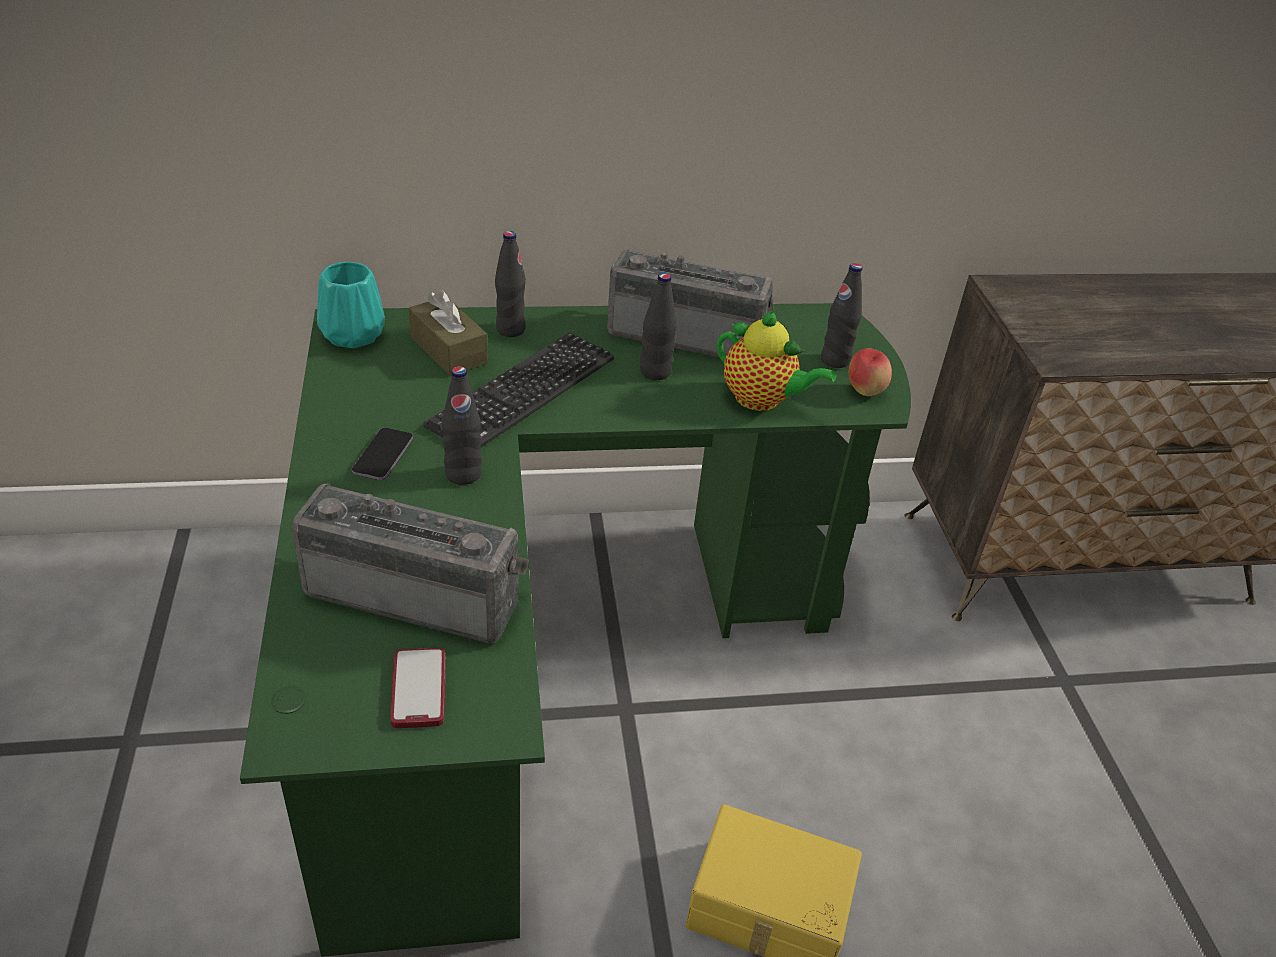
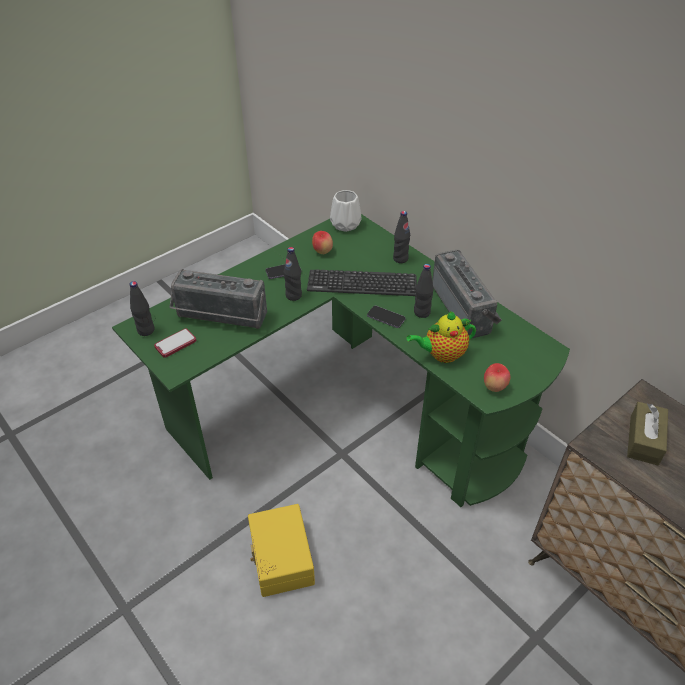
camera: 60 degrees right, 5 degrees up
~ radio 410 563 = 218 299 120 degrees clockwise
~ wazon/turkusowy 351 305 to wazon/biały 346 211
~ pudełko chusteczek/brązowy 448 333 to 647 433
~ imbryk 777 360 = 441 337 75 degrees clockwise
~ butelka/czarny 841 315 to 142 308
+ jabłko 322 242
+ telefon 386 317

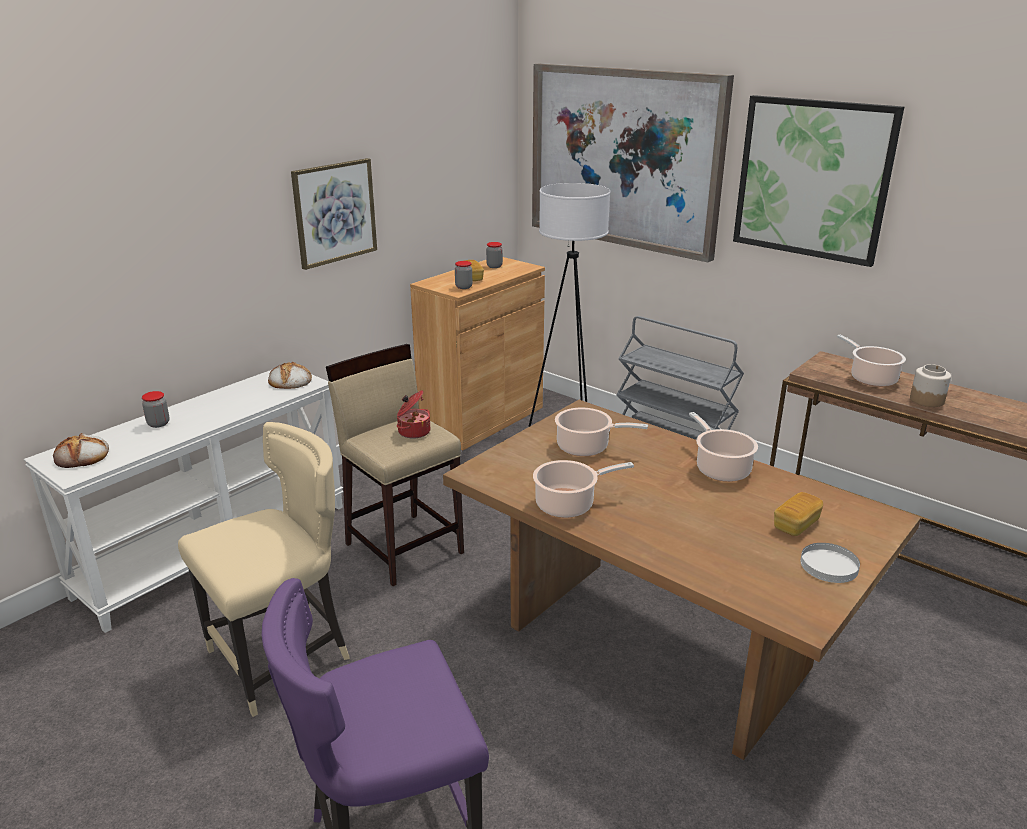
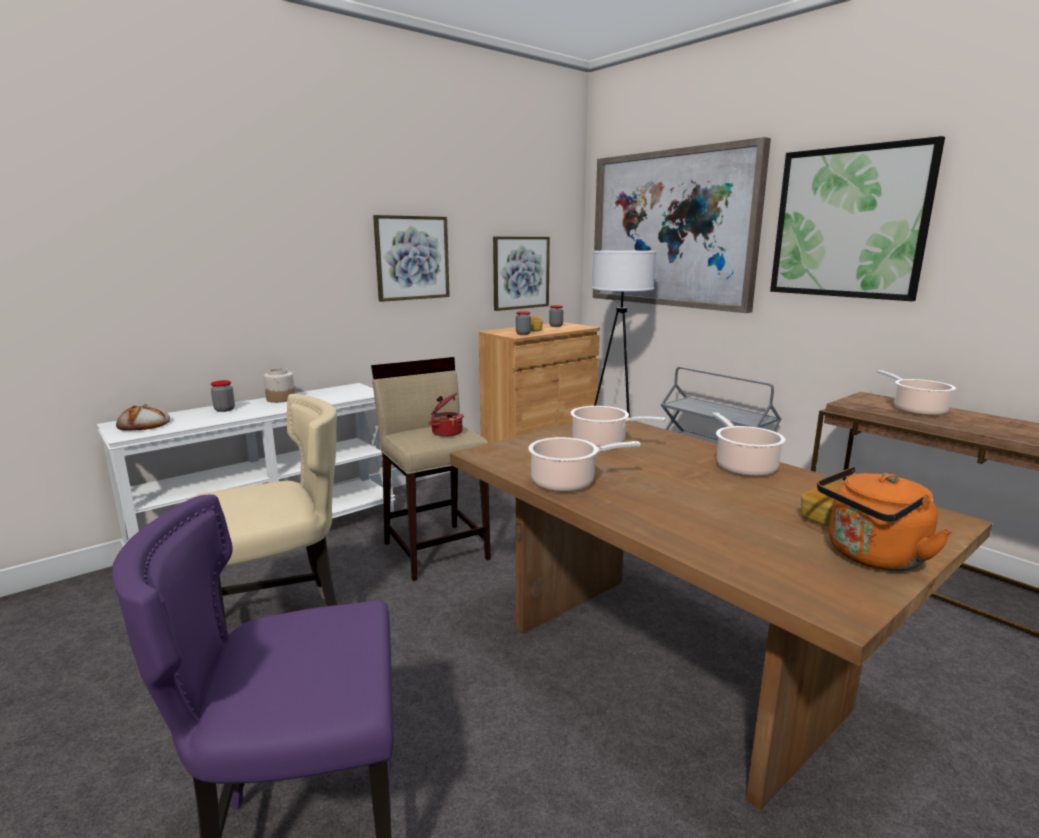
camera: 10 degrees right, 10 degrees down
- chleb 290 375
~ talerz/biały 830 563 to czajnik/pomarańczowy 884 518
~ słoik 930 385 to 279 385
+ obraz 521 273

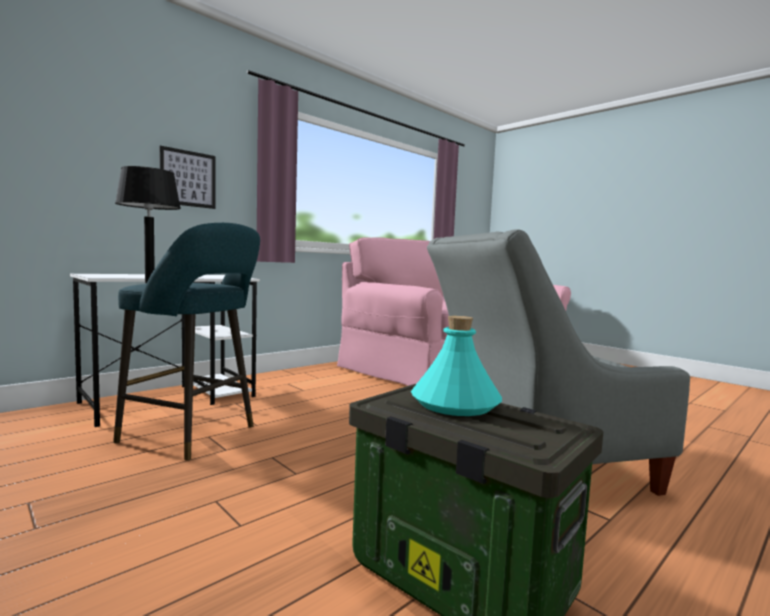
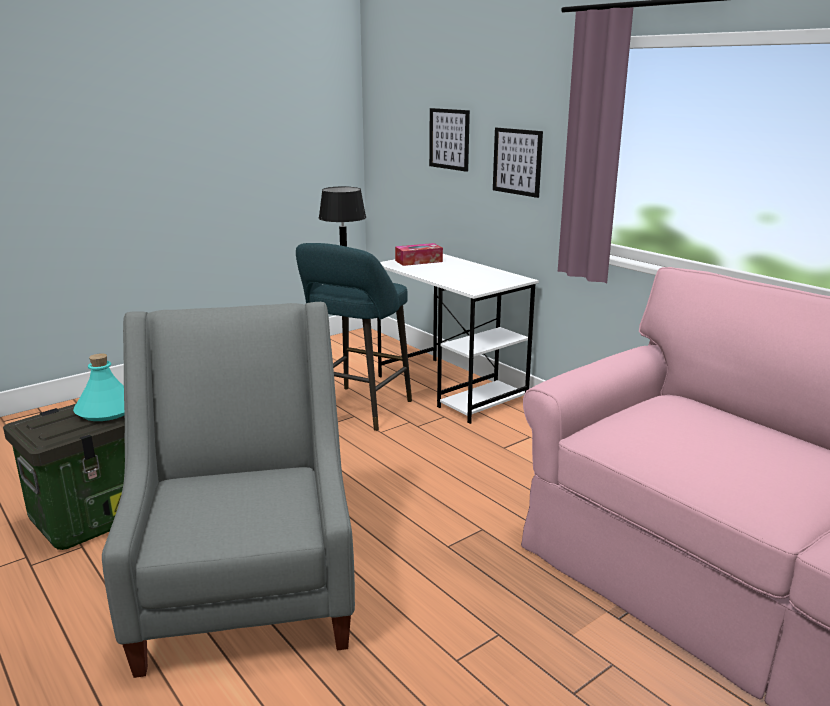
camera: 95 degrees right, 15 degrees up
+ pudełko chusteczek 419 254
+ obraz 449 140

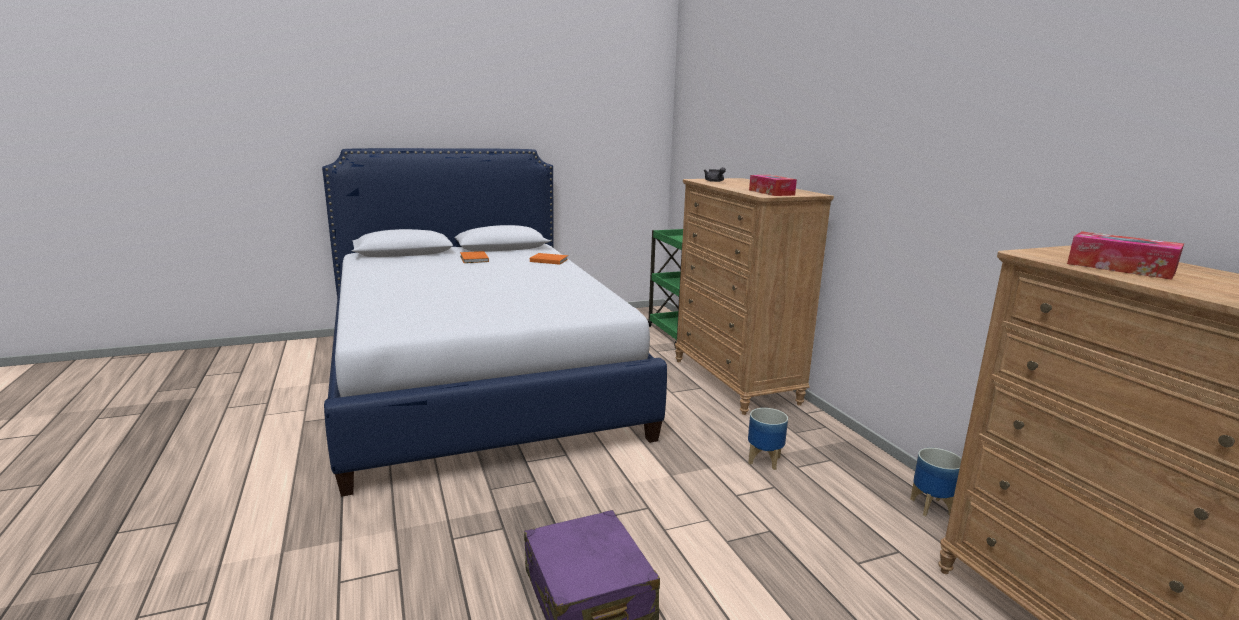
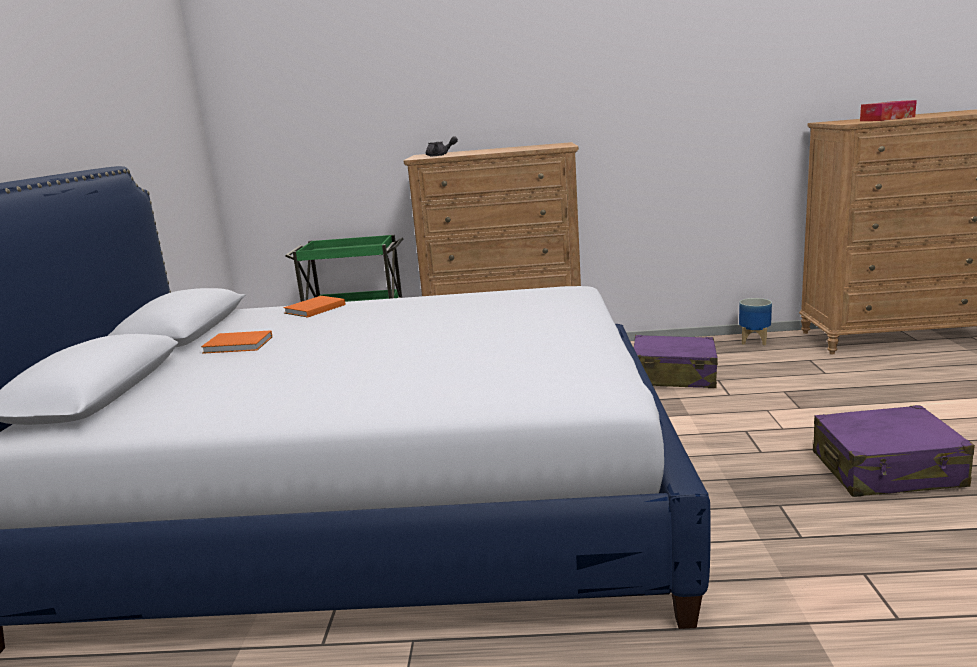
camera: 65 degrees left, 0 degrees up
~ donica 768 439 to walizka/fioletowy 676 361
- pudełko chusteczek 773 185

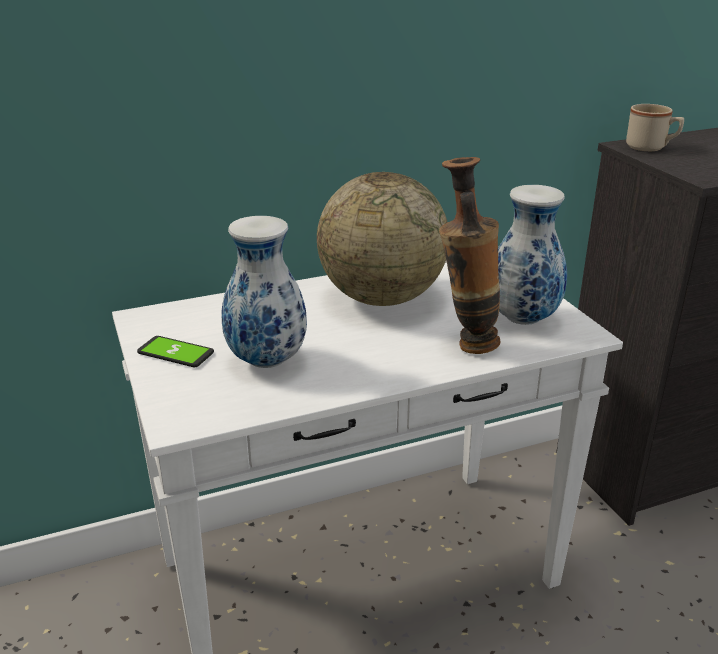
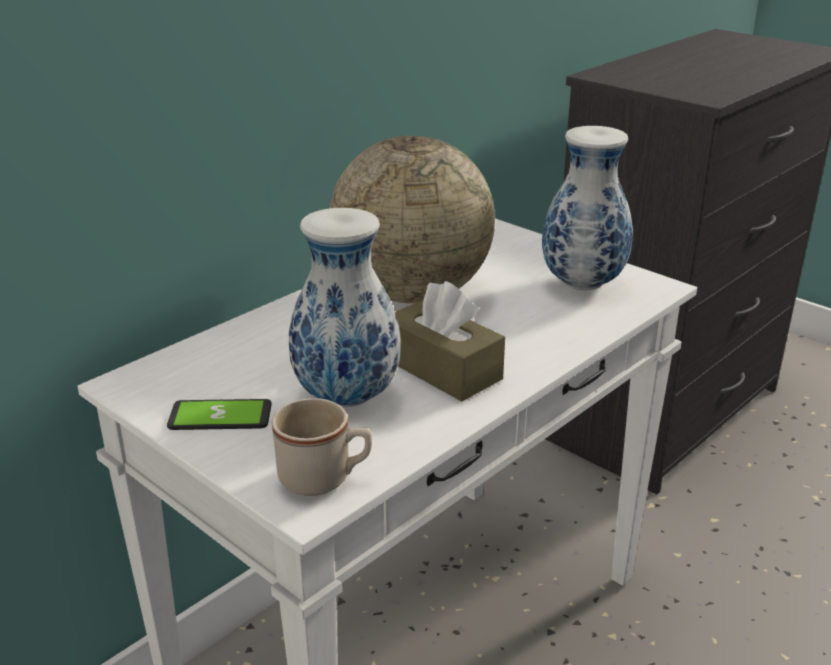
camera: 25 degrees left, 0 degrees up
- wazon 469 255
~ kubek/beżowy 655 127 to 322 447
+ pudełko chusteczek/brązowy 450 341

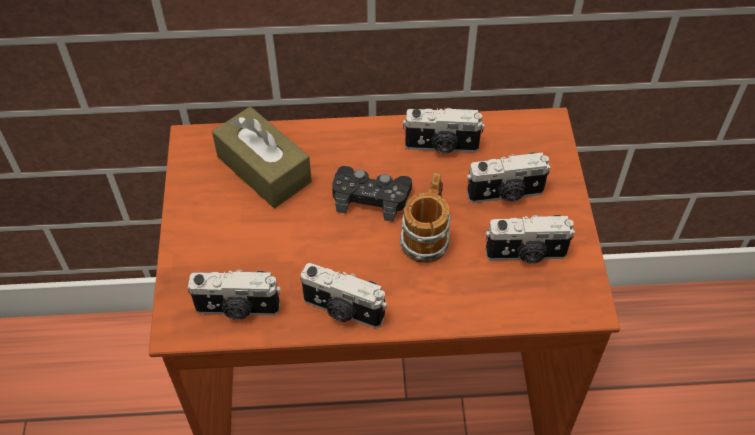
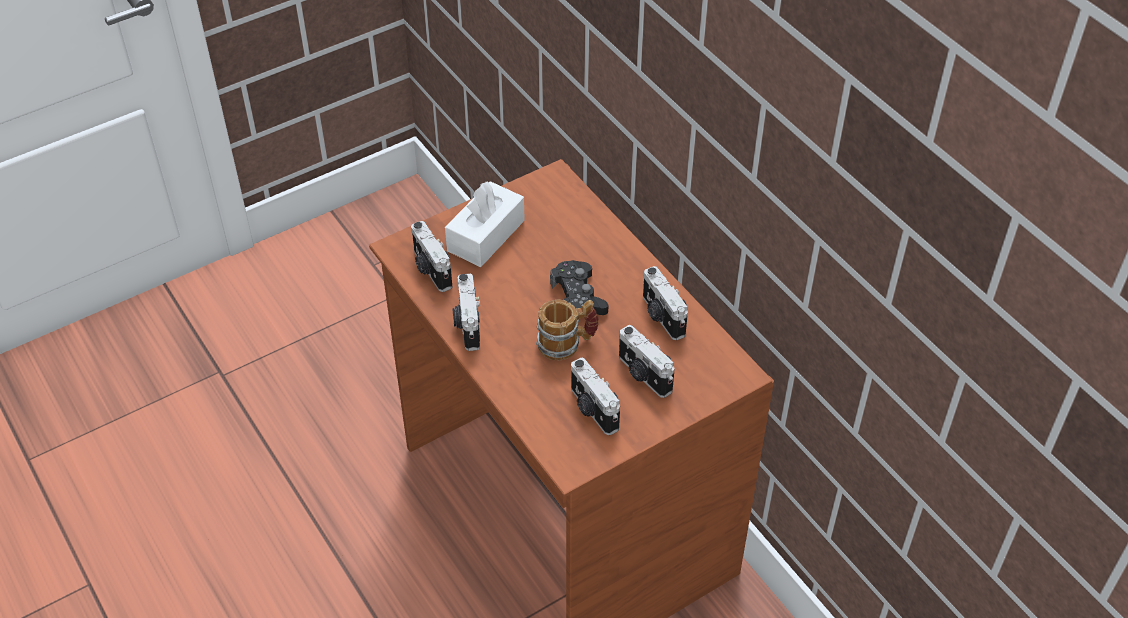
camera: 60 degrees right, 5 degrees down
- pudełko chusteczek/brązowy 262 157
+ pudełko chusteczek/biały 485 224

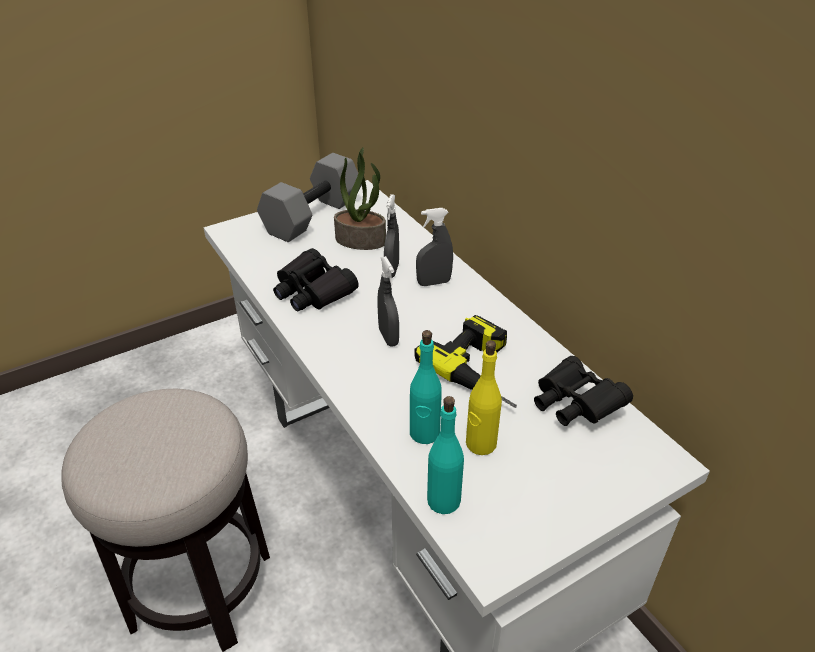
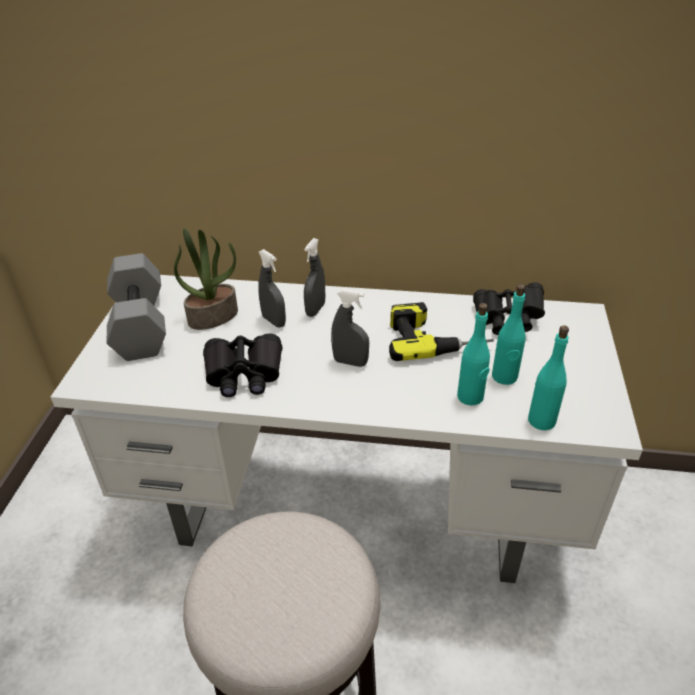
camera: 50 degrees left, 0 degrees up
~ butelka/żółty 484 397 to butelka/turkusowy 509 334

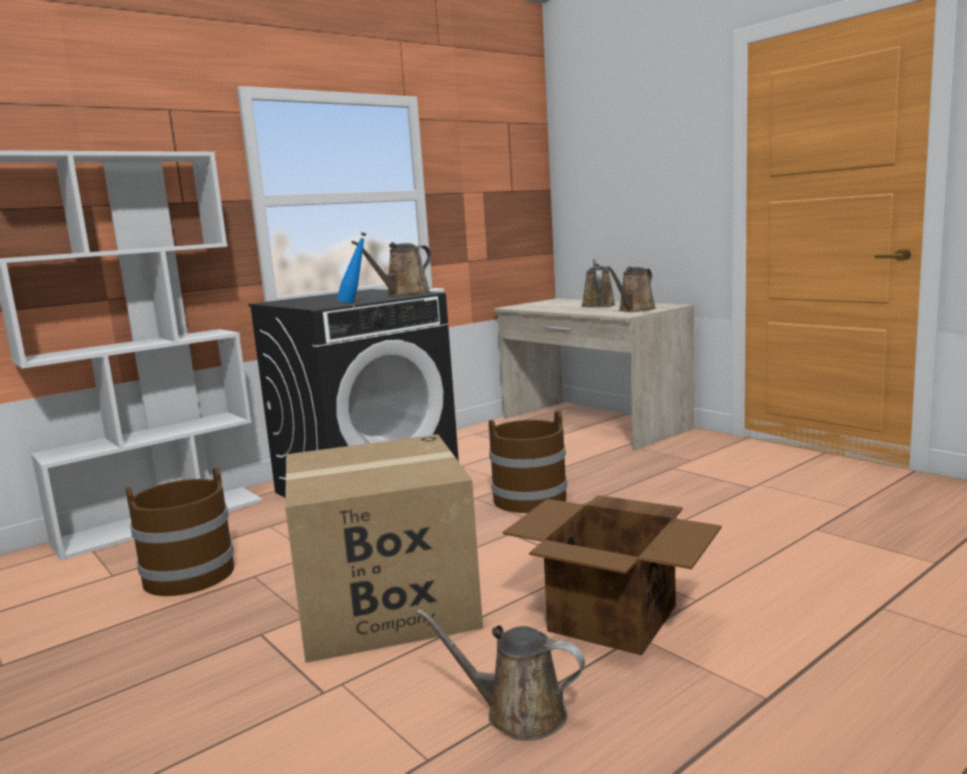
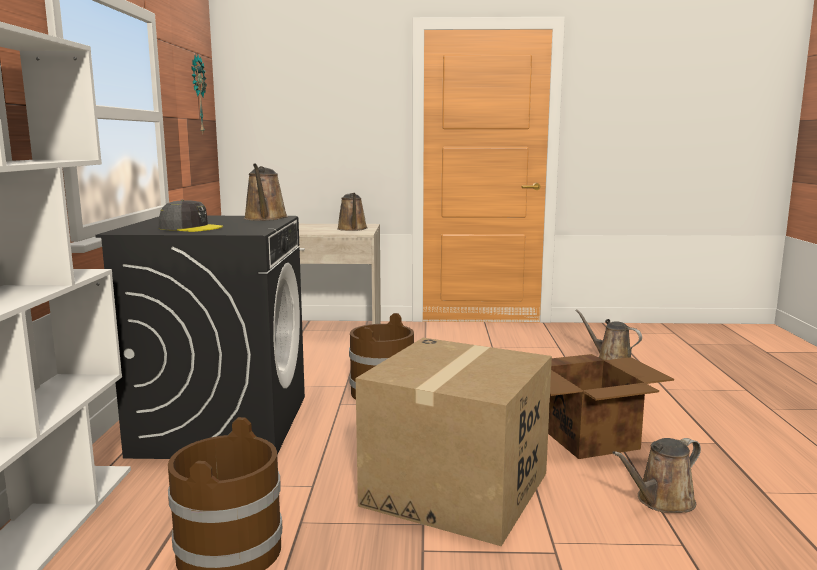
camera: 50 degrees left, 0 degrees up
- butelka/niebieski 351 267
~ konewka/brązowy 598 283 to 608 334
+ czapka z daszkiem/szary 191 216
+ zegar ścienny 199 94

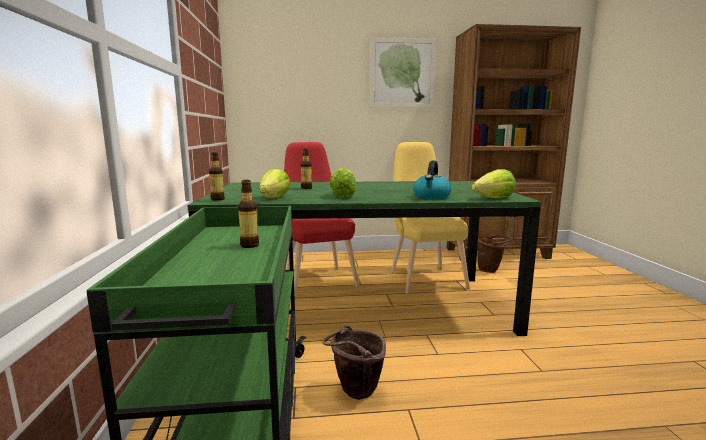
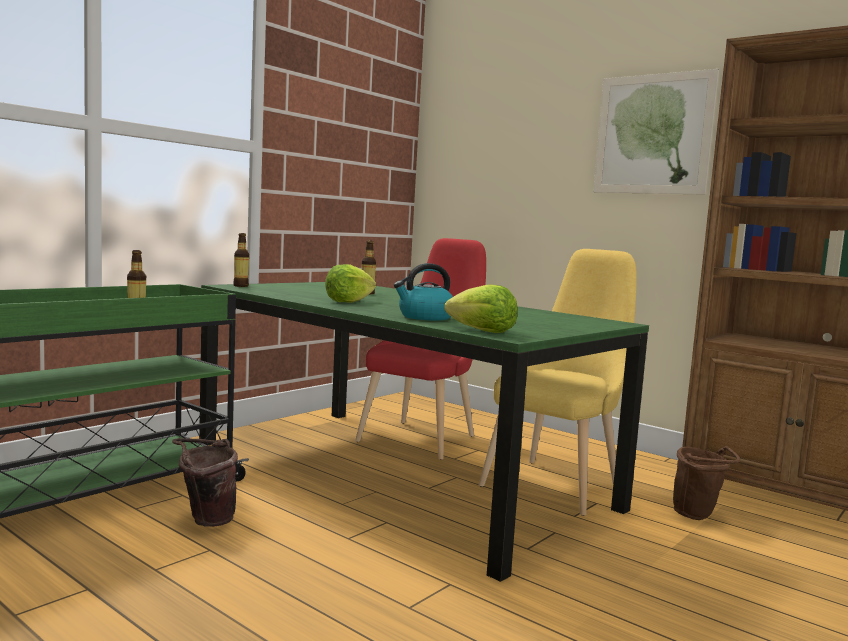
camera: 45 degrees right, 5 degrees down
- sałata 275 183

